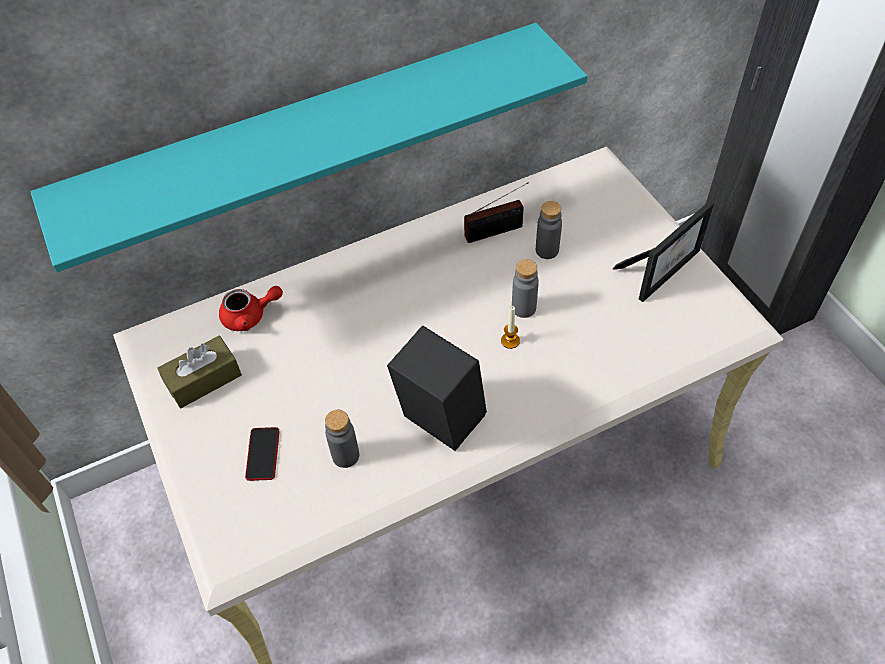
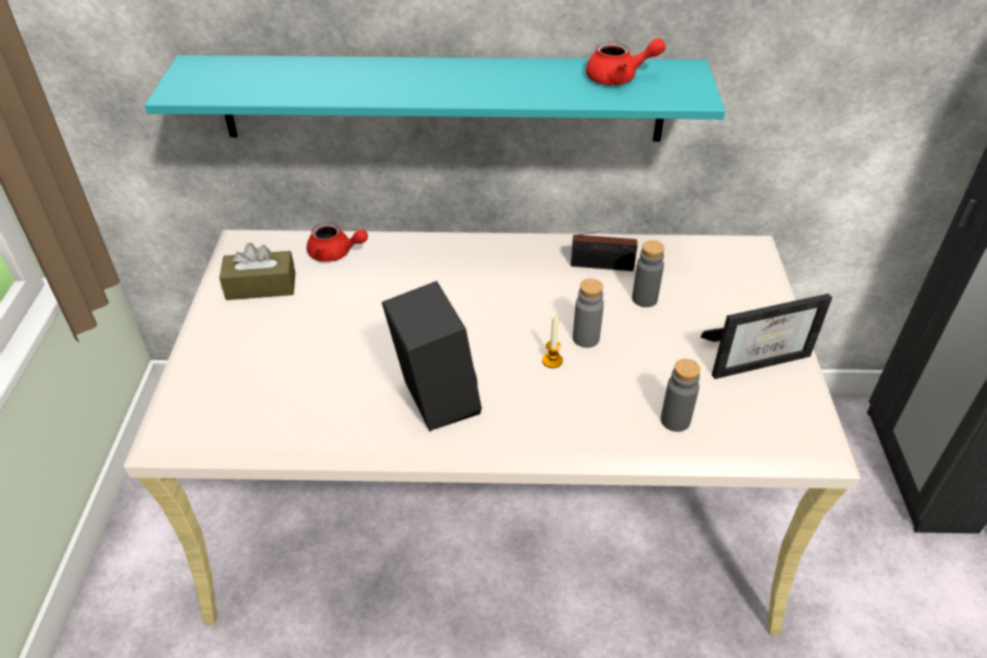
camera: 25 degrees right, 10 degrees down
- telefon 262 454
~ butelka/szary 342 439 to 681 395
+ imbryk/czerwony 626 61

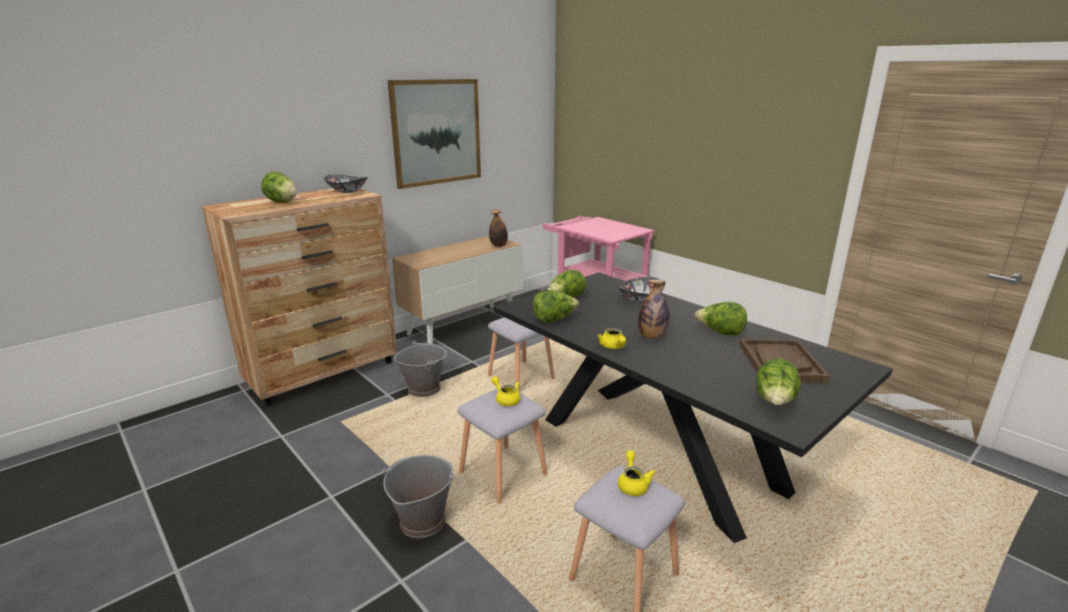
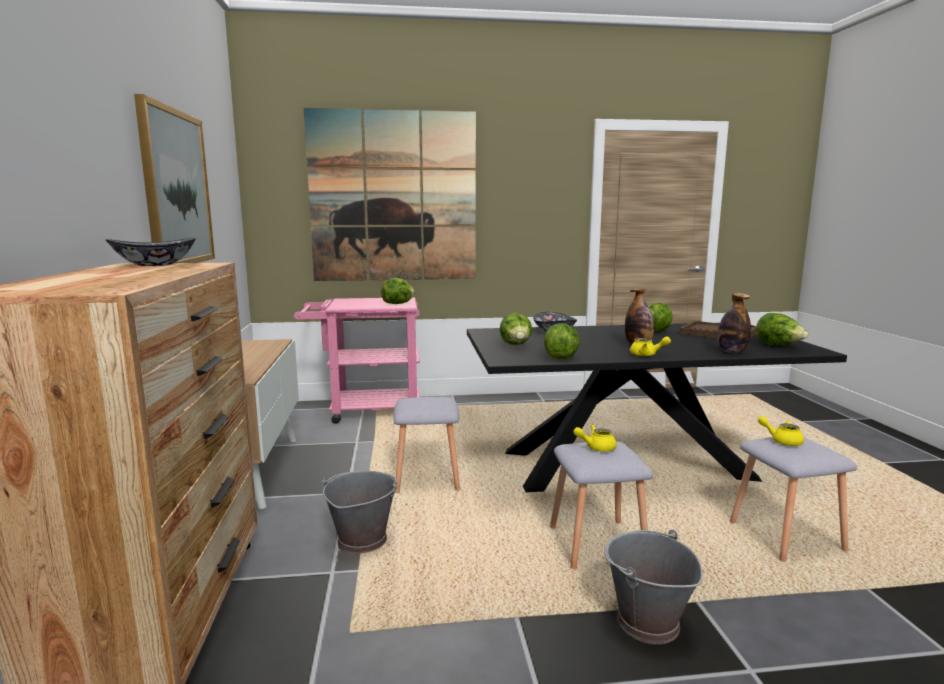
camera: 55 degrees left, 10 degrees down
~ sałata 279 187 to 398 291
~ butelka 498 228 to 734 323
+ obraz 390 194

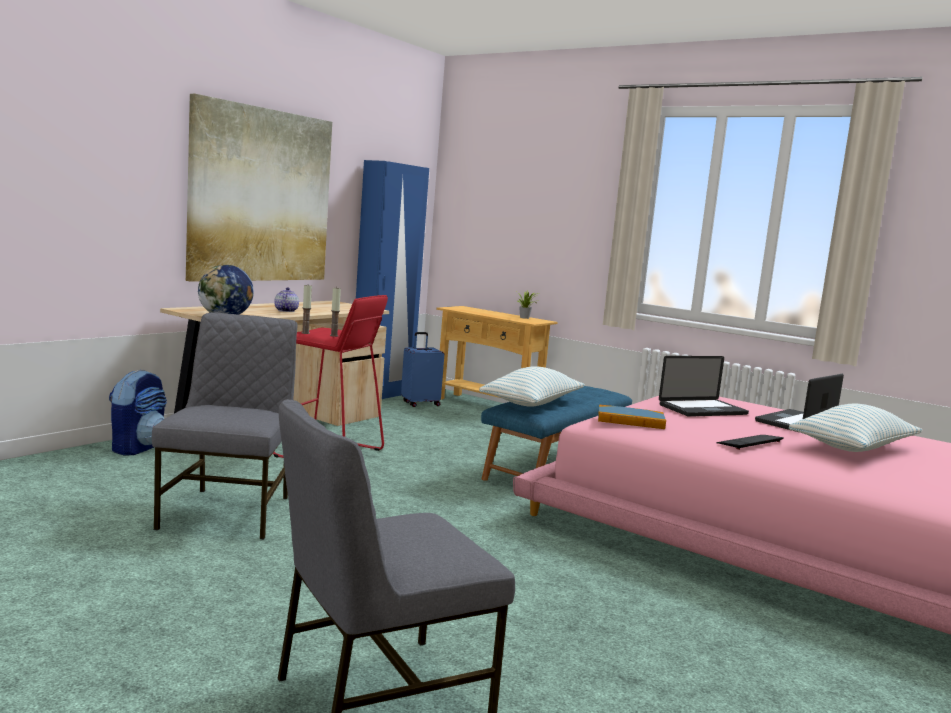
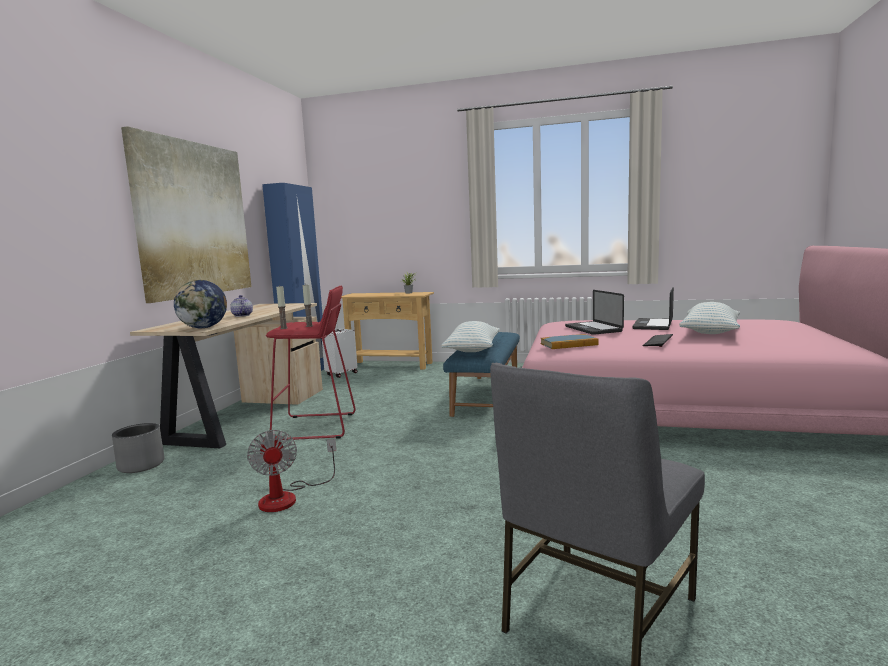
camera: 20 degrees left, 0 degrees up
~ plecak 138 413 to donica/szary 138 448
~ krzesło/szary 224 425 to wentylator 291 471
~ walizka/niebieski 423 369 to walizka/biały 339 350
~ laptop 704 386 = 594 312 120 degrees clockwise

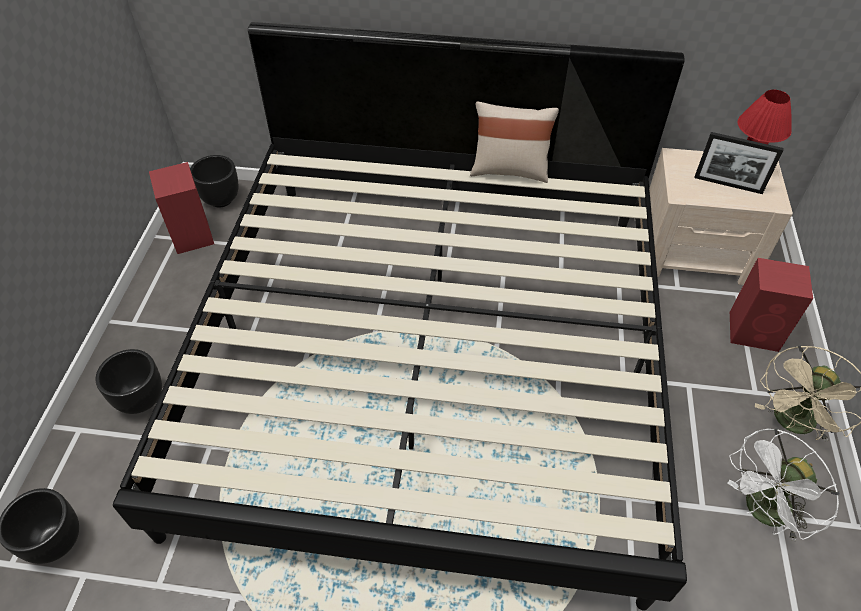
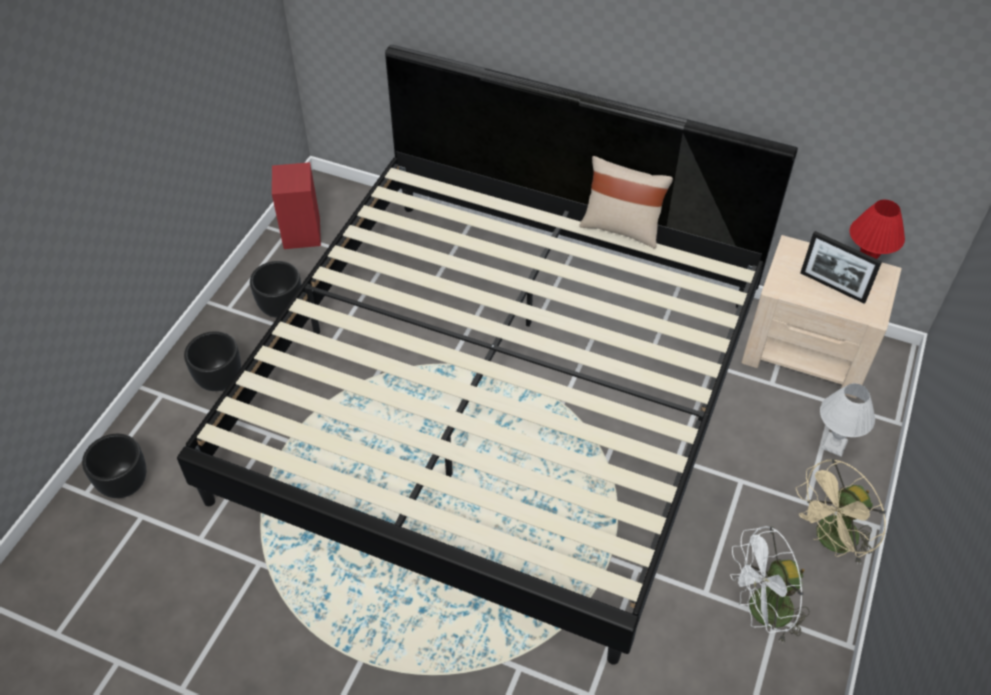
camera: 15 degrees right, 0 degrees up
~ donica/czarny 214 181 to 275 289
~ głośnik/czerwony 771 305 to lampa stołowa/biały 847 420

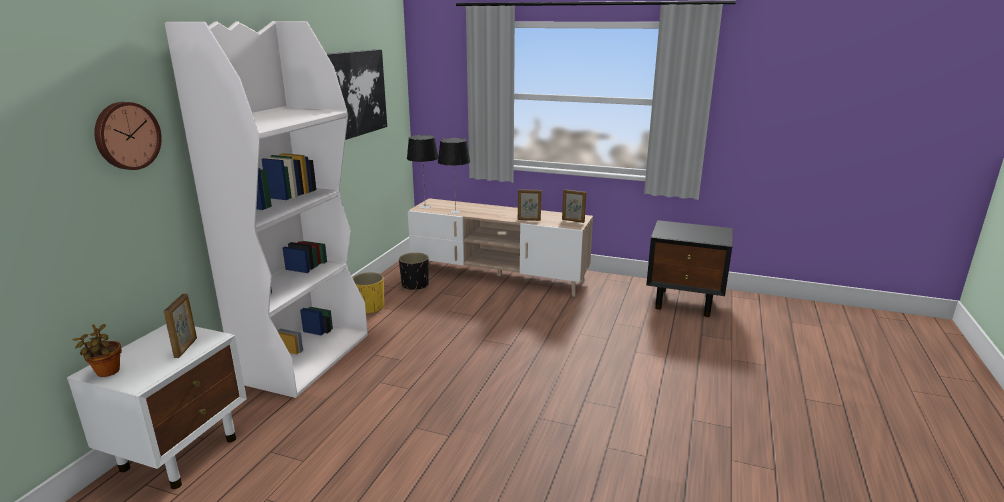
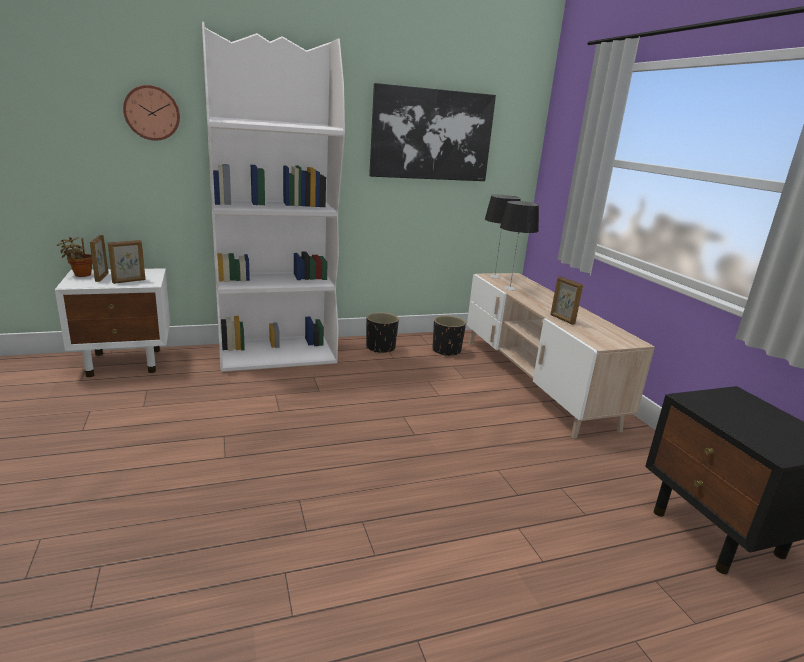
camera: 50 degrees right, 0 degrees up
~ donica/żółty 368 292 to donica/czarny 382 333
~ ramka na zdjęcie 574 206 to 99 258

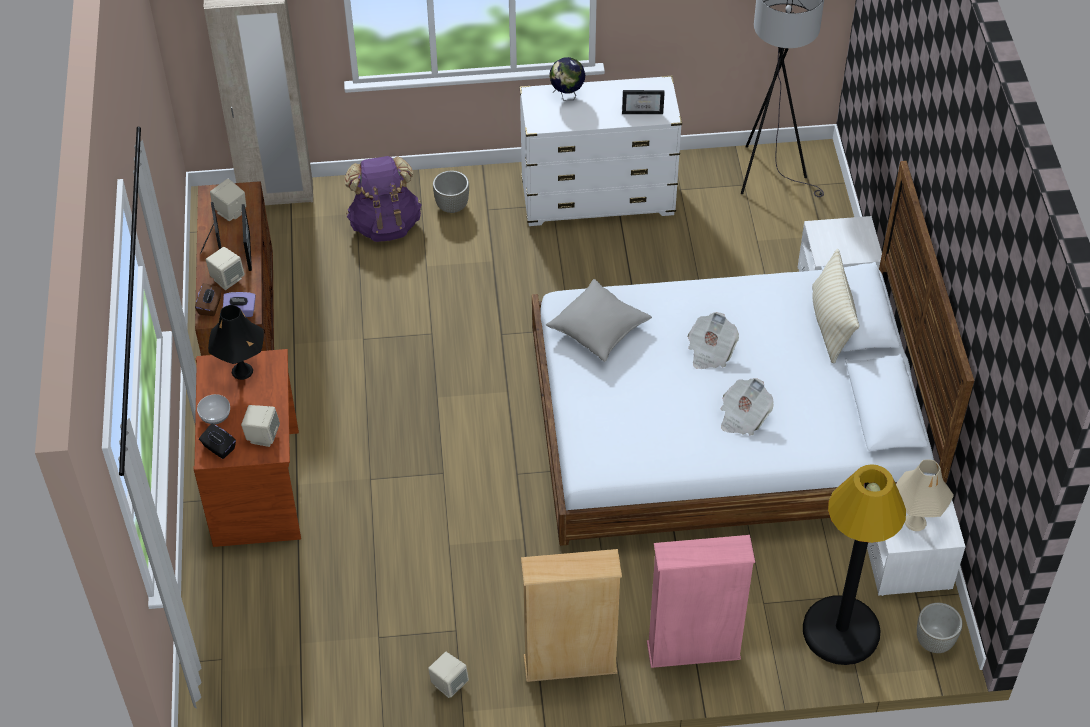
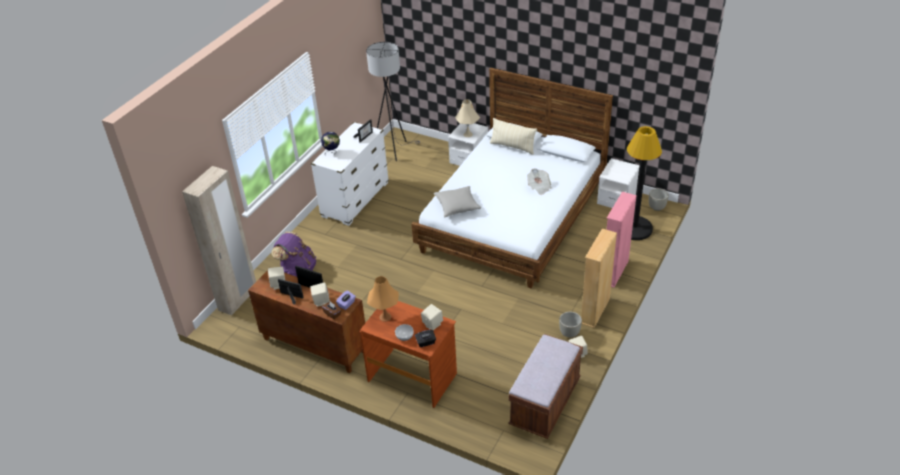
camera: 55 degrees left, 10 degrees down
~ lampa stołowa/czarny 236 342 to lampa stołowa/pomarańczowy 383 299
~ donica/szary 451 192 to 570 325
- gazeta 713 340
~ lampa stołowa/beżowy 925 495 to 467 118
+ ławka/brązowy 546 386

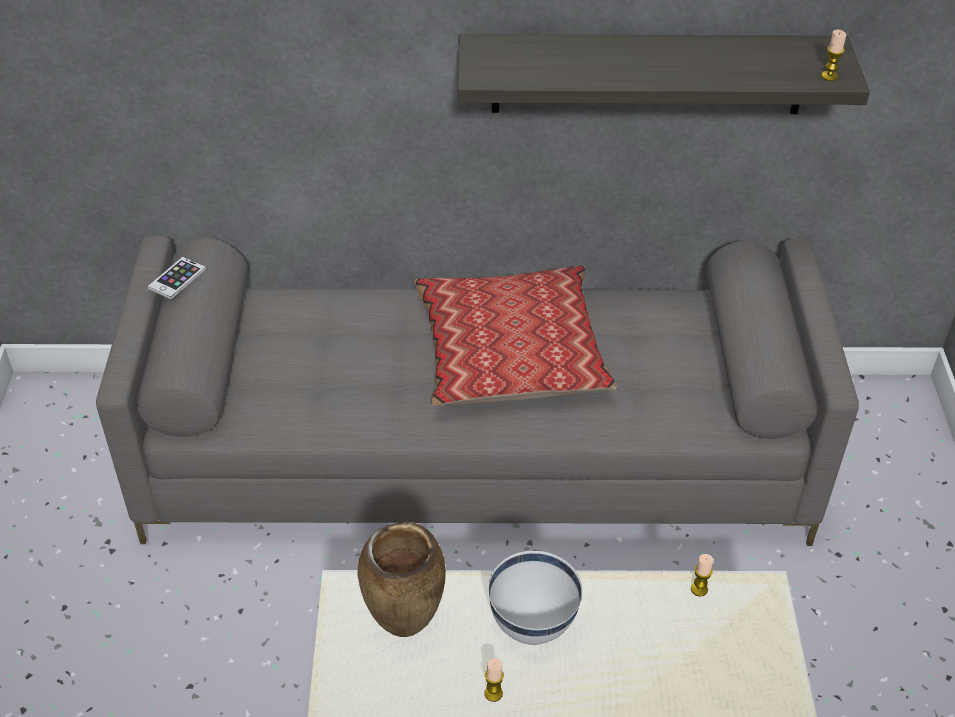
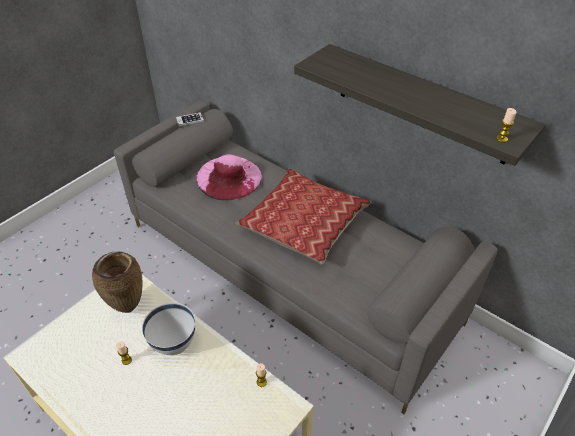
camera: 40 degrees right, 0 degrees up
+ kapelusz/różowy 229 177

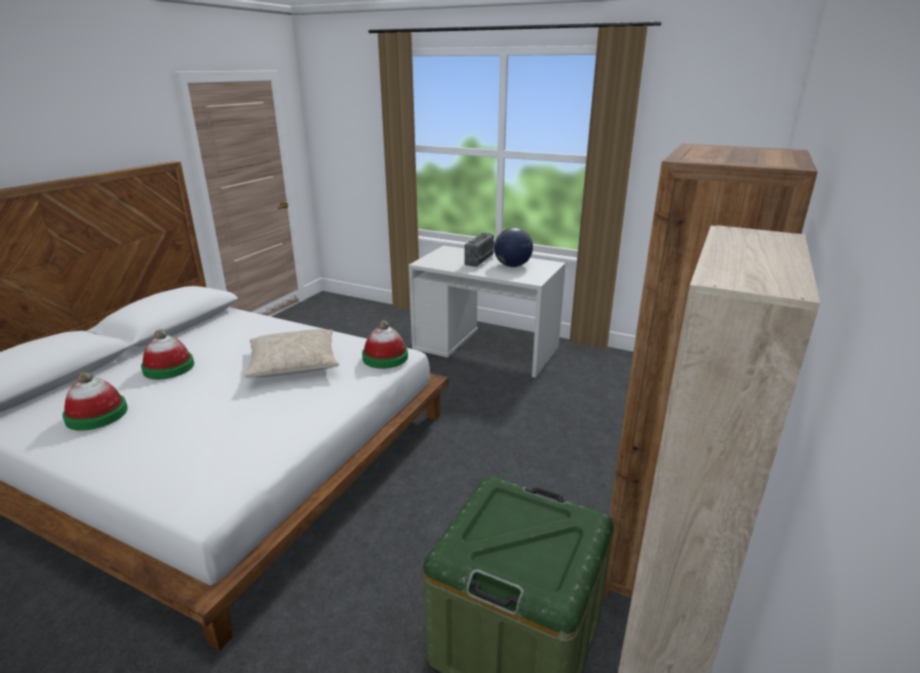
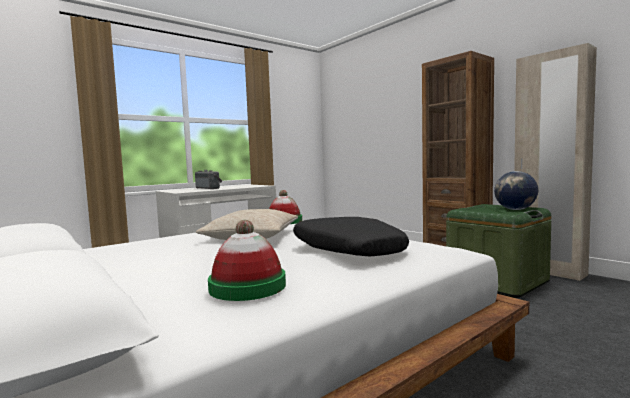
camera: 65 degrees left, 20 degrees down
- kapelusz 167 354
~ globus 513 247 to 516 190
+ poduszka/czarny 351 237

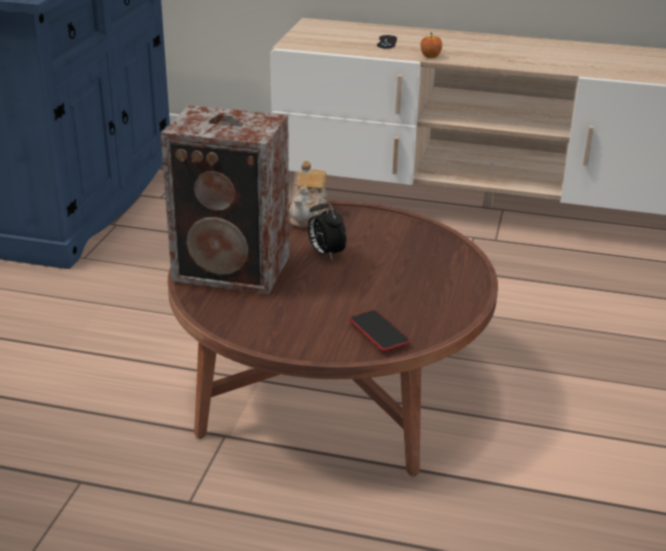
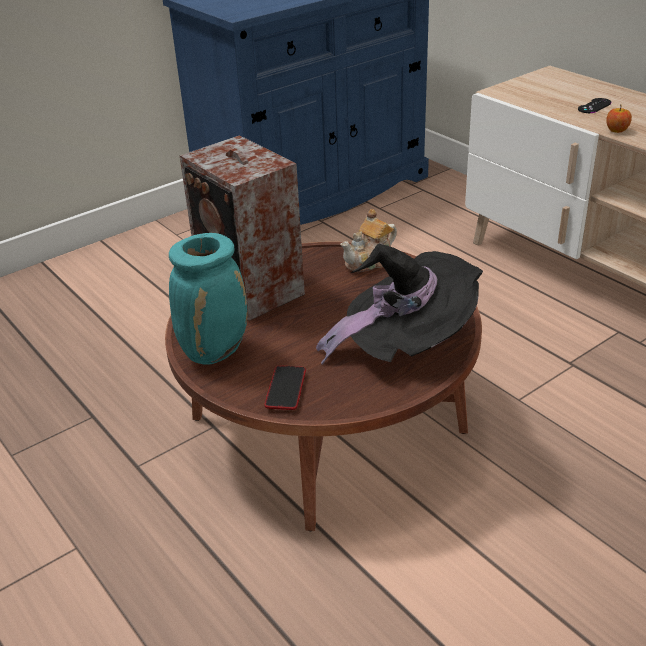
camera: 40 degrees right, 5 degrees up
- budzik 327 229
+ wazon/turkusowy 208 299
+ kapelusz/czarny 399 304

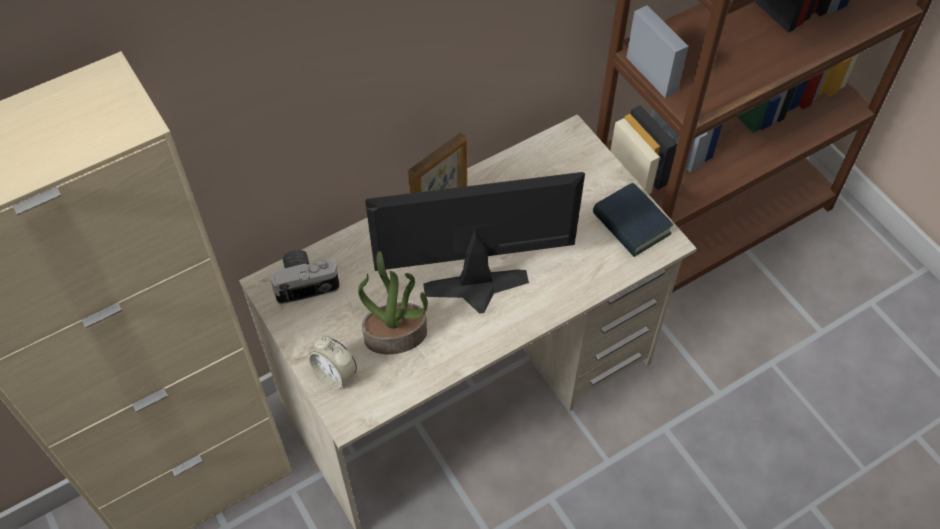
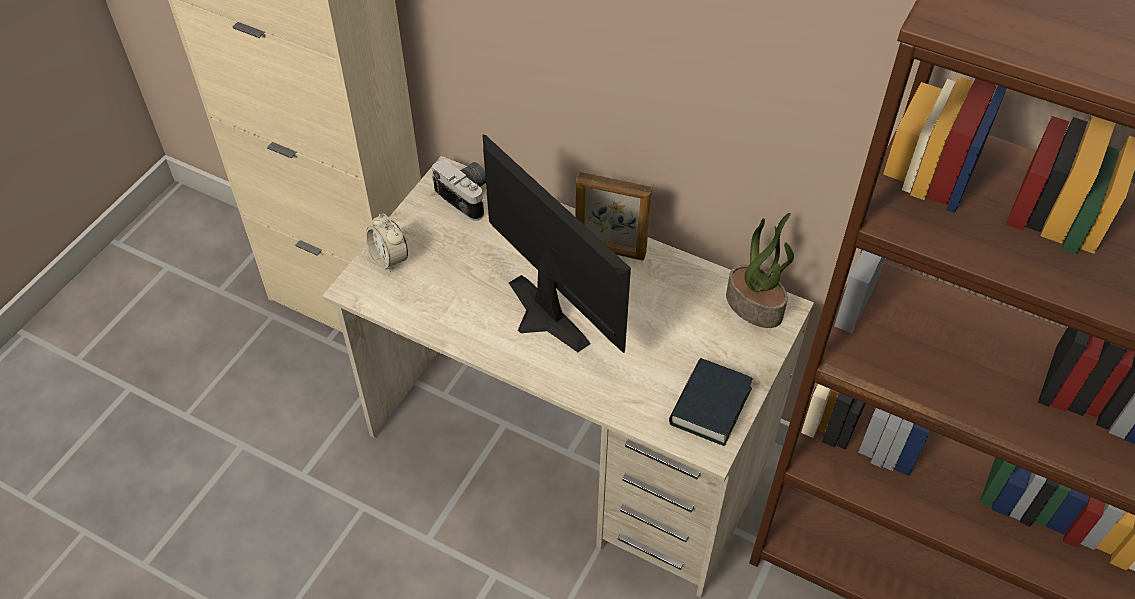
camera: 60 degrees right, 5 degrees down
~ budzik 332 362 = 387 243 45 degrees counterclockwise
~ roślina doniczkowa 393 302 to 760 270

